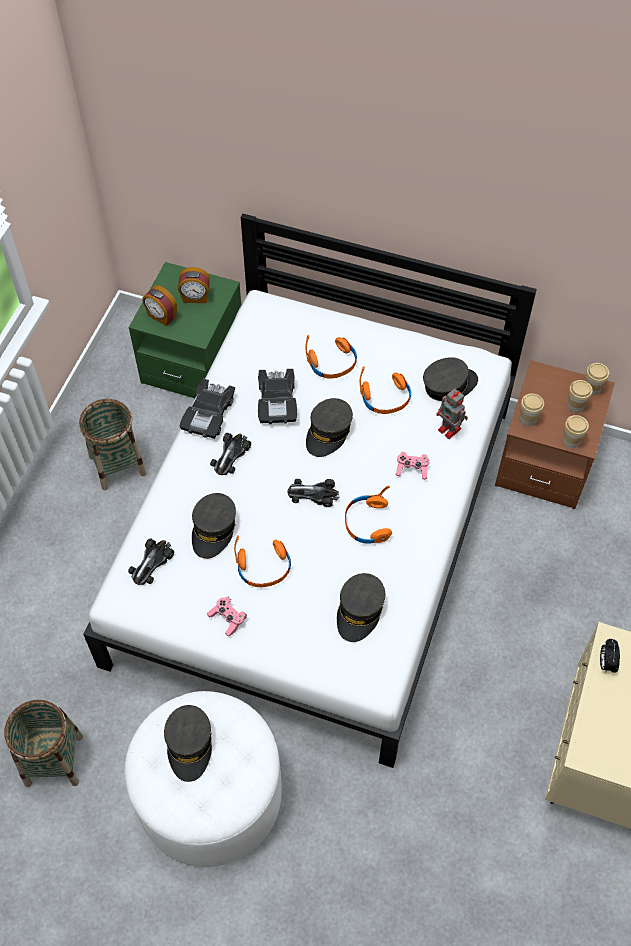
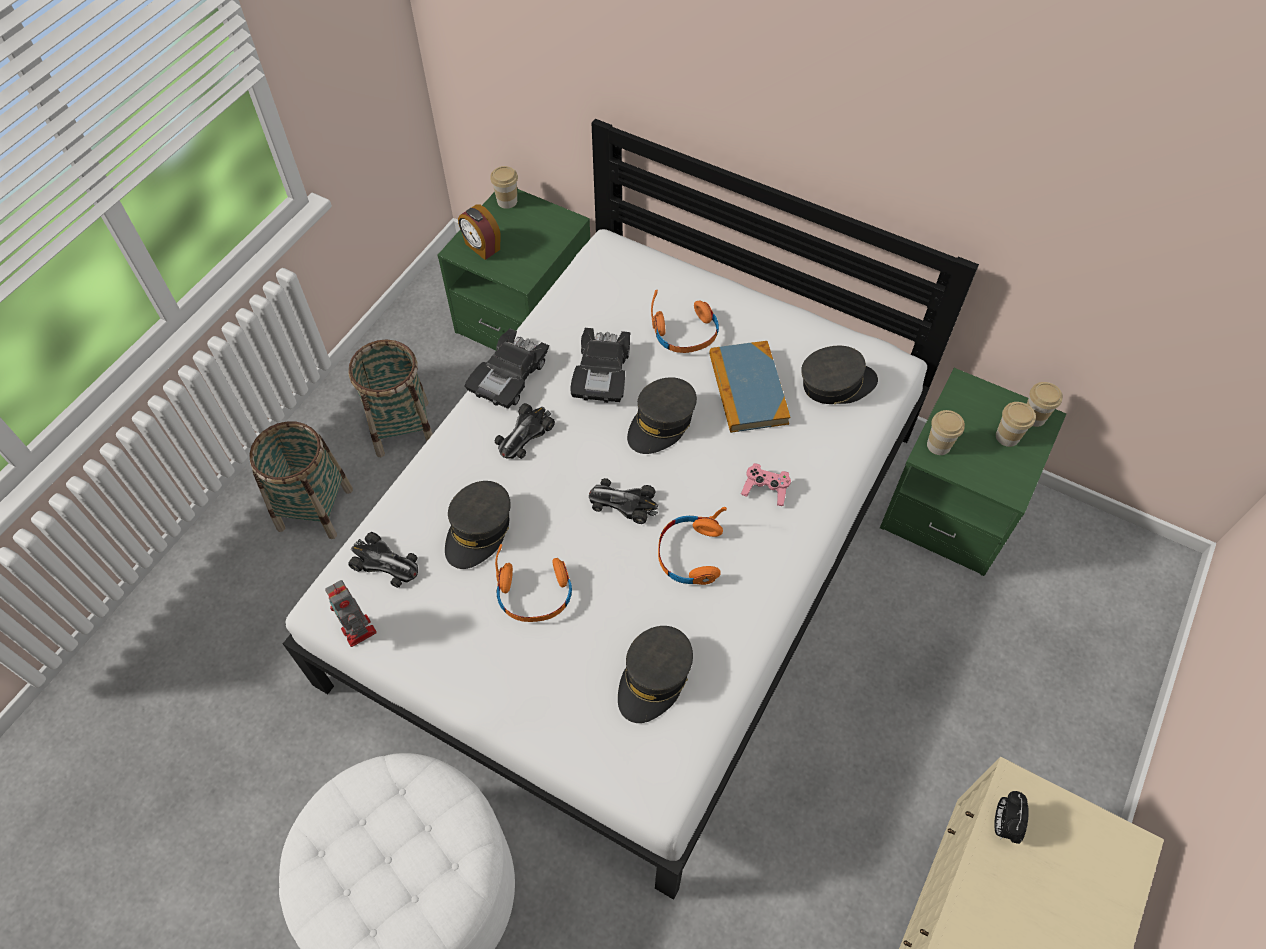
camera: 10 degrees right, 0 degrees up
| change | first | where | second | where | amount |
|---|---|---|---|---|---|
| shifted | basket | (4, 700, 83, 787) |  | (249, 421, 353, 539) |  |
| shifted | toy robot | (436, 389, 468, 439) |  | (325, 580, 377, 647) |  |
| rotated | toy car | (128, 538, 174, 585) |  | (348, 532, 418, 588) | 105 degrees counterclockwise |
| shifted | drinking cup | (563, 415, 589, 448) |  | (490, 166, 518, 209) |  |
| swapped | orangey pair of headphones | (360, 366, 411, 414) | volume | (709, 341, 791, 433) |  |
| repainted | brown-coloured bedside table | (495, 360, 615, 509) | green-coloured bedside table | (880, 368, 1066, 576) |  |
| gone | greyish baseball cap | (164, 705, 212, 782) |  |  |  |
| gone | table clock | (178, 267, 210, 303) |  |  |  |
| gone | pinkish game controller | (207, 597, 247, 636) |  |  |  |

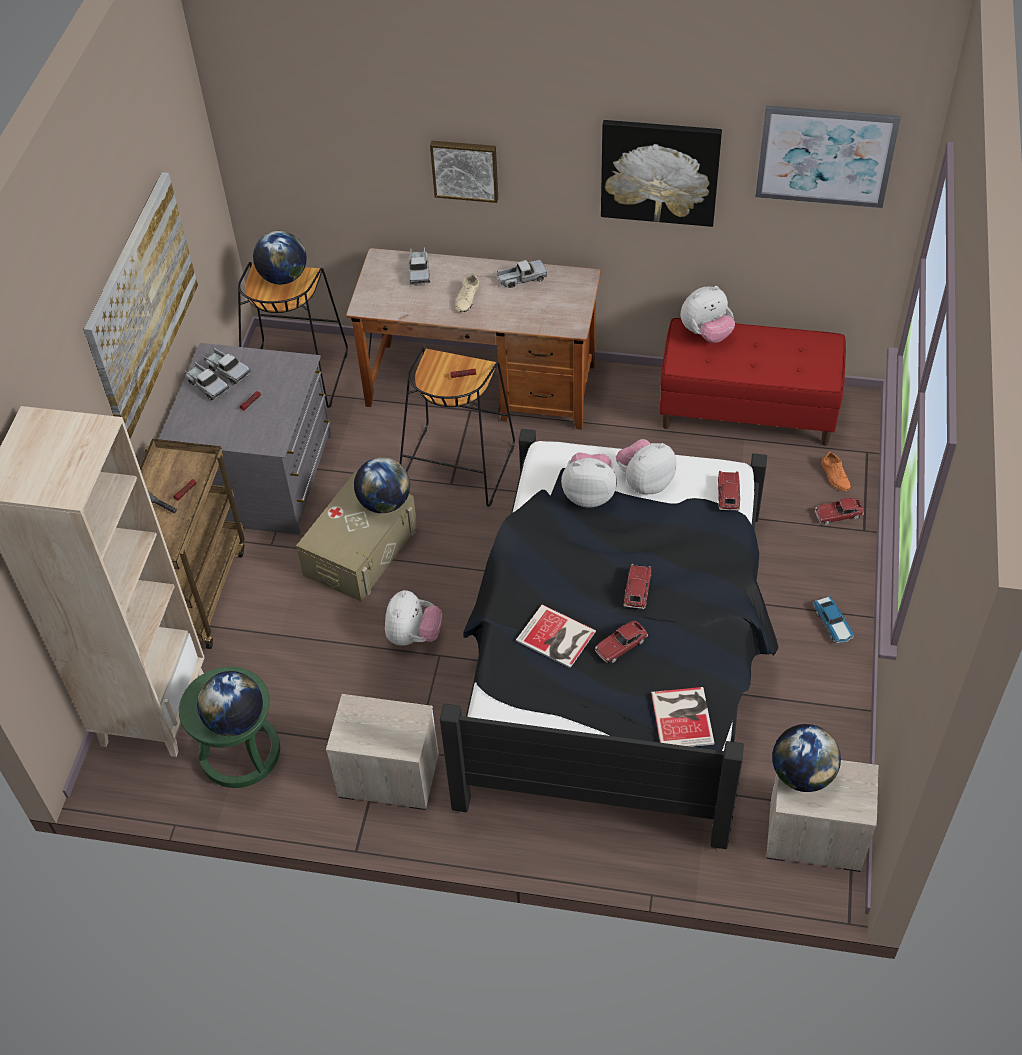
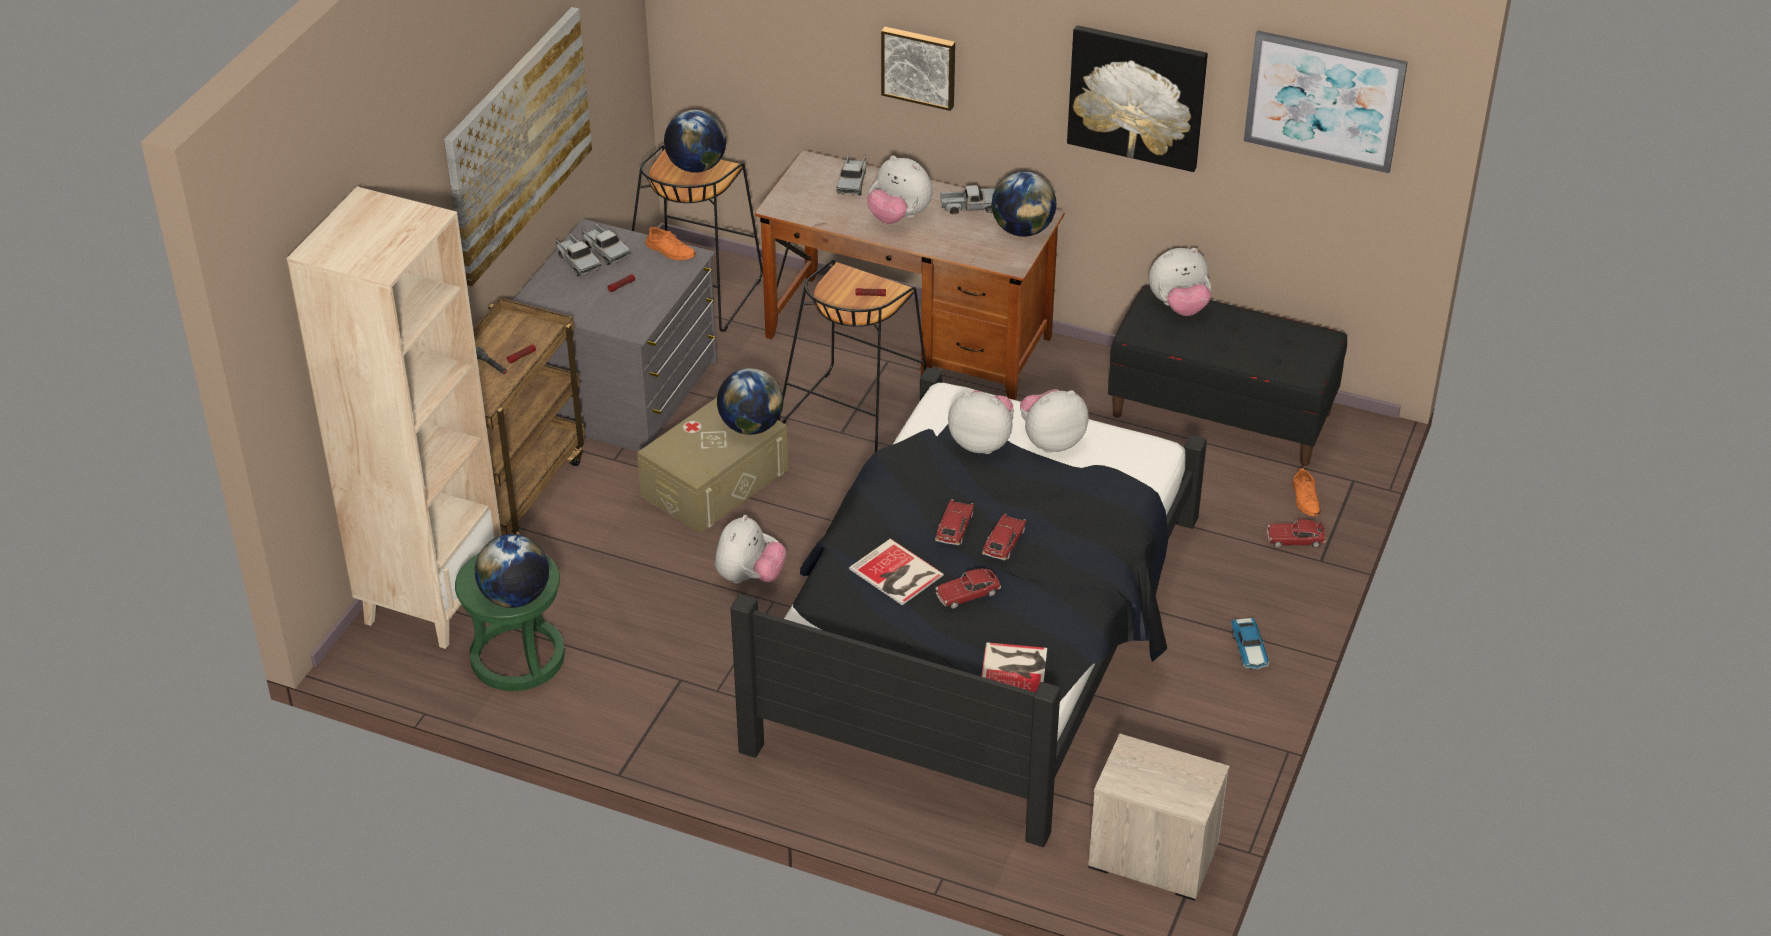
camera: 10 degrees right, 10 degrees down
| change | first | where | second | where | amount |
|---|---|---|---|---|---|
| new |  |  | orangey shoe | (646, 226, 696, 260) |  |
| swapped | beige shoe | (456, 273, 479, 313) | soft toy | (867, 156, 933, 224) |  |
| shifted | toy car | (718, 471, 740, 511) |  | (935, 499, 974, 545) |  |
| shifted | desk globe | (772, 724, 841, 792) |  | (992, 171, 1056, 237) |  |
| repainted | red-coloured indoor bench | (660, 318, 846, 446) | black-coloured indoor bench | (1108, 285, 1347, 466) |  |
| gone | bedside table | (326, 694, 439, 810) |  |  |  |

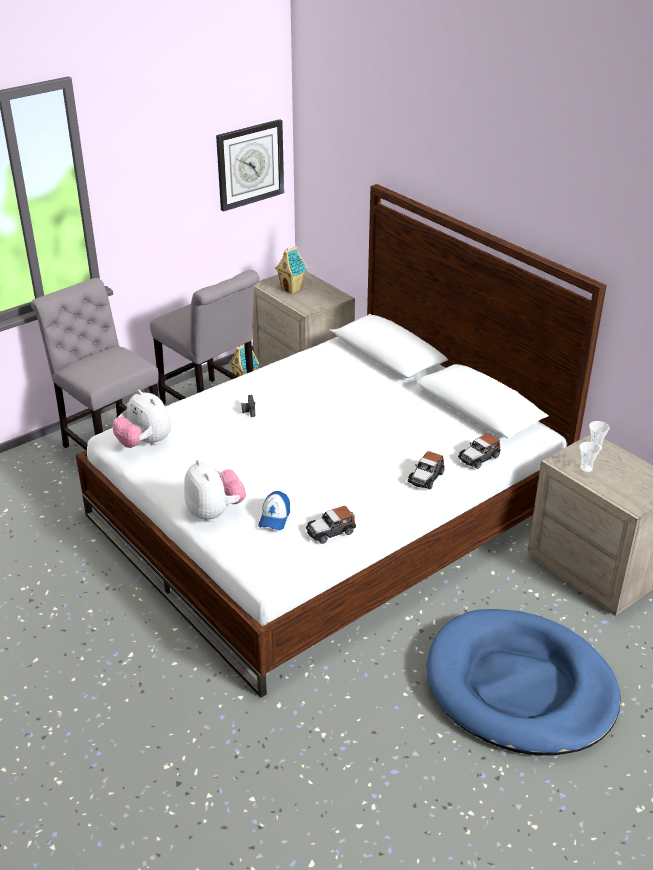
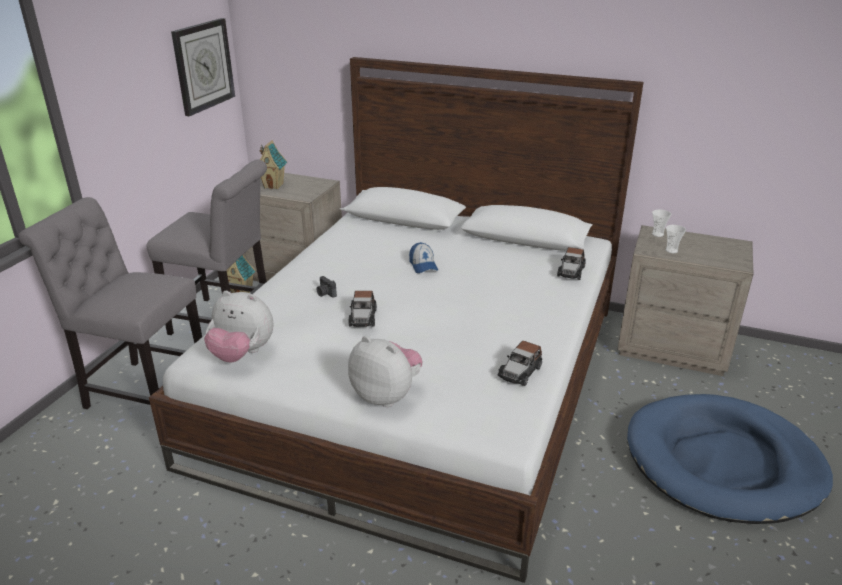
camera: 30 degrees left, 5 degrees down
| change | first | where | second | where | amount |
|---|---|---|---|---|---|
| shifted | toy car | (408, 451, 444, 489) |  | (348, 291, 377, 327) |  |
| shifted | baseball cap | (258, 491, 290, 530) |  | (409, 242, 438, 273) |  |

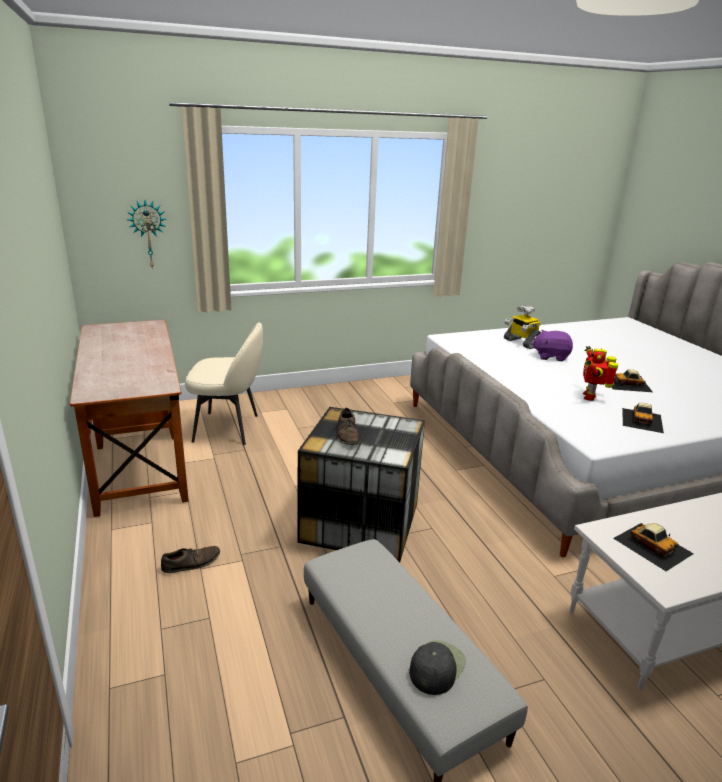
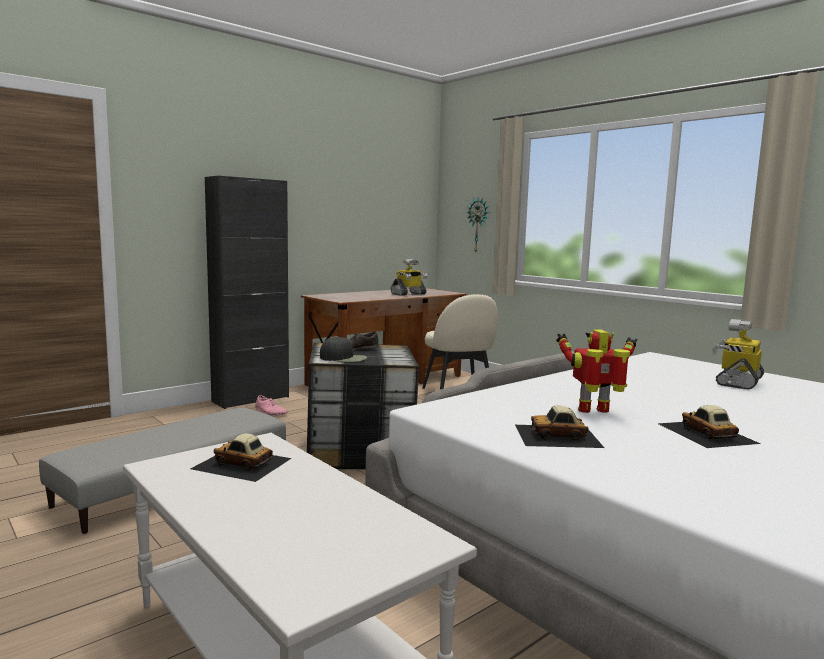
camera: 70 degrees right, 15 degrees down
| change | first | where | second | where | amount |
|---|---|---|---|---|---|
| rotated | toy car | (613, 523, 694, 571) |  | (191, 433, 292, 482) | 75 degrees clockwise |
| new |  |  | black-coloured cupboard | (205, 175, 289, 409) |  |
| repainted | brown-coloured shoe | (161, 546, 220, 573) | pinkish shoe | (255, 395, 288, 416) |  |
| shifted | black-coloured baseball cap | (409, 640, 466, 695) |  | (320, 337, 367, 362) |  |
| new |  |  | toy robot | (391, 259, 428, 296) |  |
| gone | purple-coloured soft toy | (531, 330, 573, 361) |  |  |  |

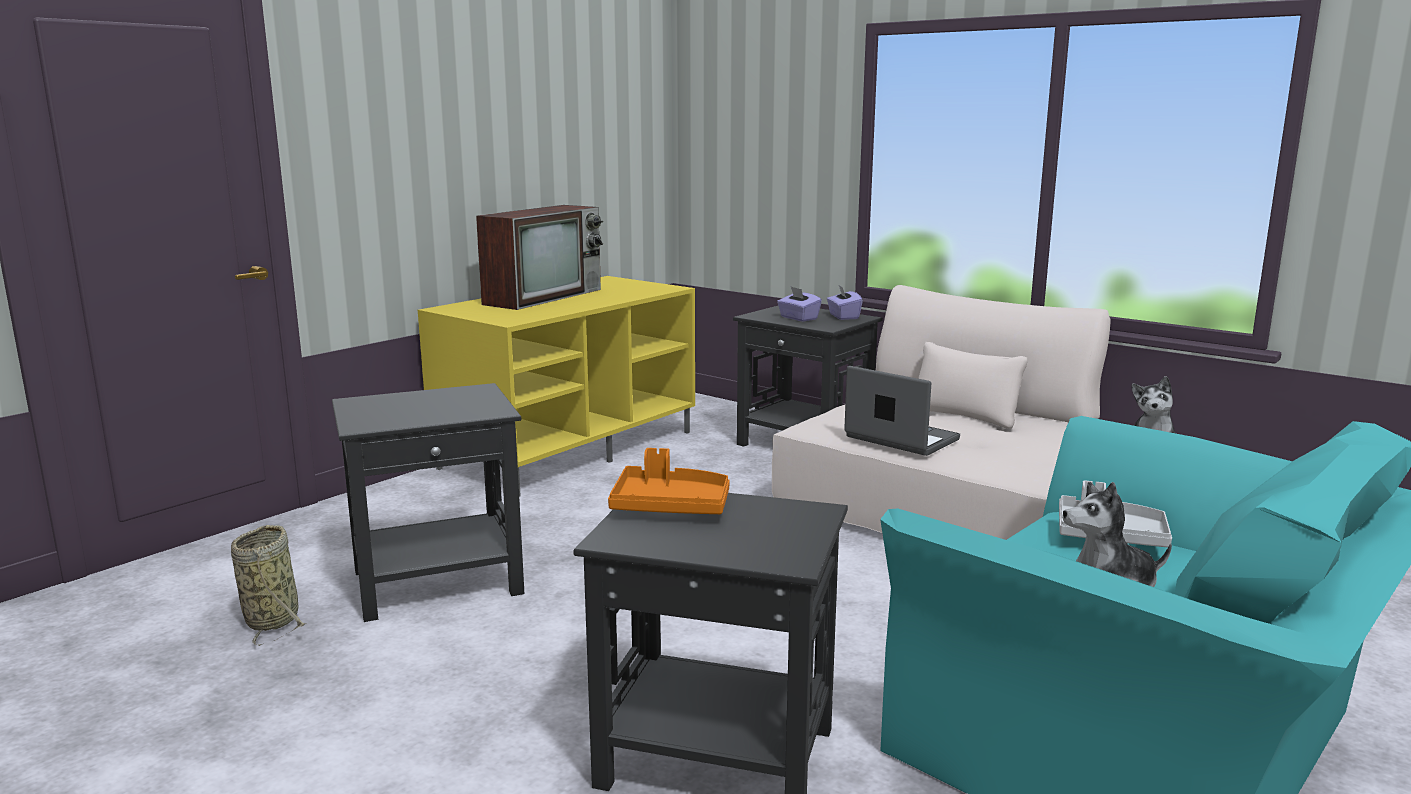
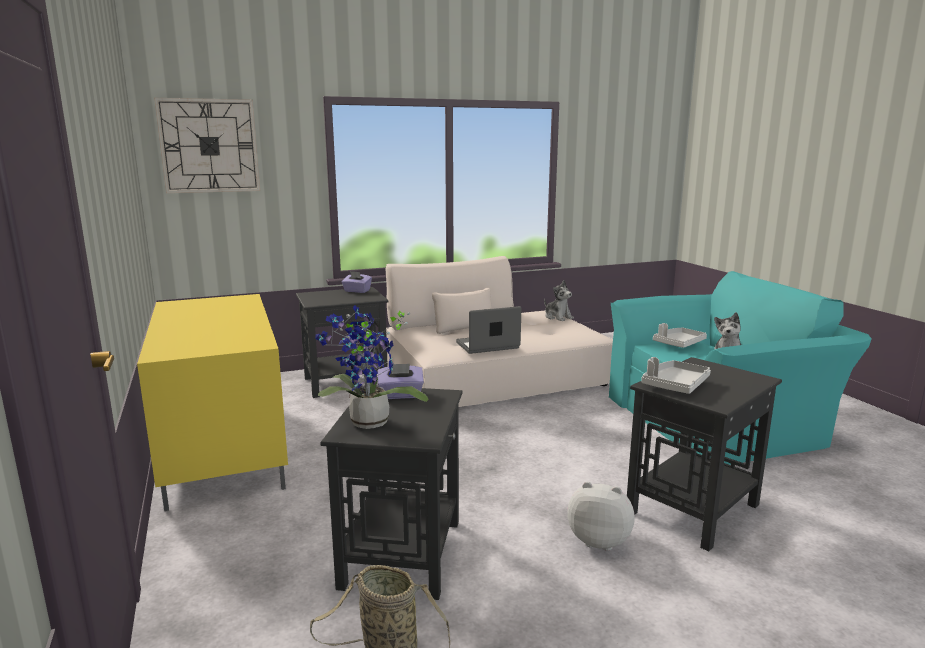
camera: 60 degrees left, 0 degrees up
| change | first | where | second | where | amount |
|---|---|---|---|---|---|
| new |  |  | wall clock | (154, 98, 260, 193) |  |
| new |  |  | potted plant | (315, 305, 429, 429) |  |
| shifted | purple-coloured box of tissues | (777, 287, 822, 321) |  | (377, 364, 424, 399) |  |
| new |  |  | soft toy | (567, 482, 635, 551) |  |
| repainted | orangey serving tray | (608, 448, 730, 514) | greyish serving tray | (641, 357, 711, 394) |  |
| gone | TV set | (476, 205, 603, 310) |  |  |  |

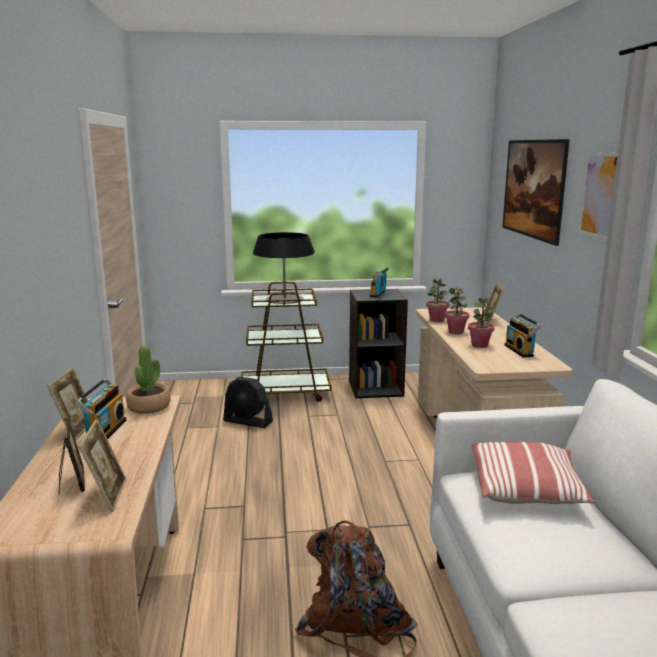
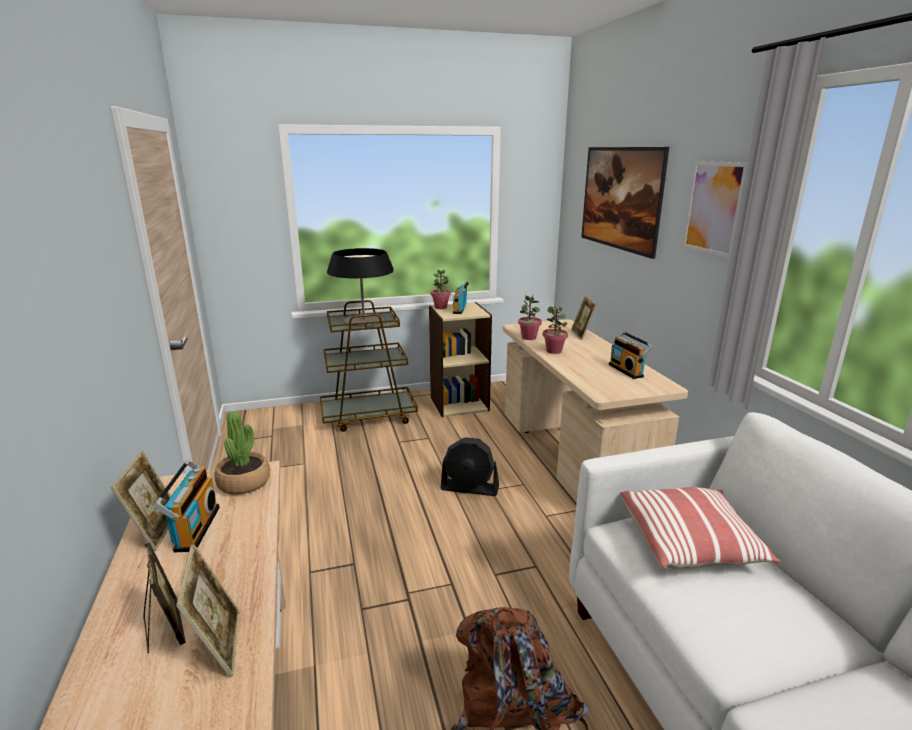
camera: 10 degrees left, 5 degrees up
| change | first | where | second | where | amount |
|---|---|---|---|---|---|
| repainted | black-coloured bookcase | (349, 289, 408, 399) | beige bookcase | (429, 302, 492, 417) |  |
| shifted | potted plant | (468, 298, 495, 348) |  | (431, 270, 451, 309) |  |
| shifted | black-coloured electric fan | (223, 376, 273, 428) |  | (440, 437, 499, 496) |  |

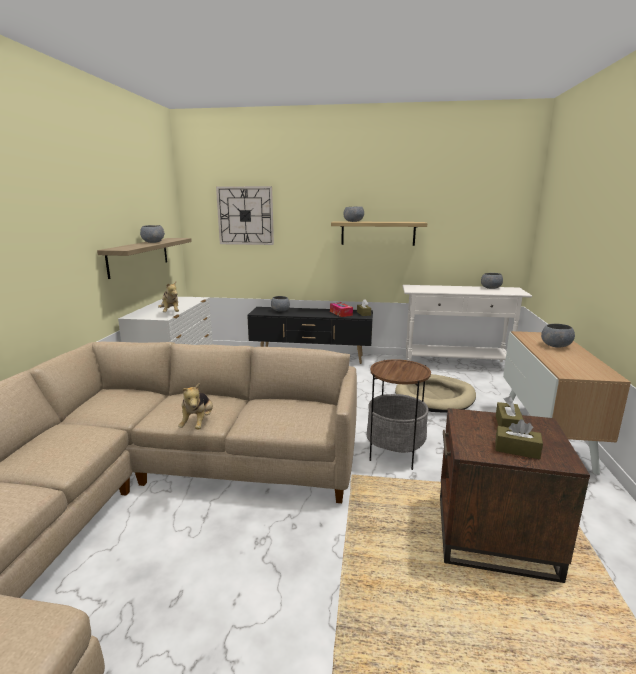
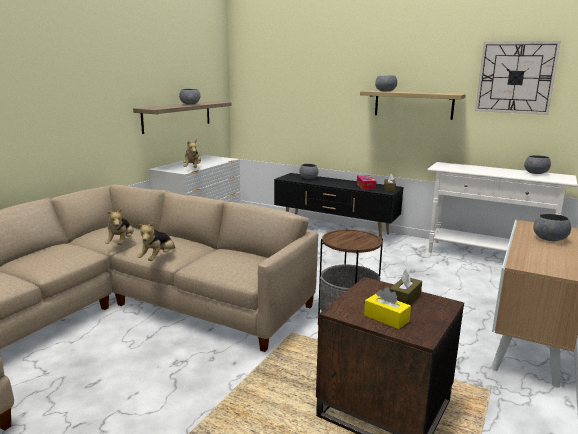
camera: 20 degrees right, 0 degrees up
| change | first | where | second | where | amount |
|---|---|---|---|---|---|
| new |  |  | soft toy | (105, 208, 133, 245) |  |
| repainted | brown-coloured box of tissues | (495, 419, 543, 459) | yellow box of tissues | (364, 288, 411, 329) |  |
| shifted | wall clock | (216, 186, 274, 245) |  | (475, 41, 561, 115) |  |
| gone | beige dog bed | (395, 374, 476, 413) |  |  |  |

